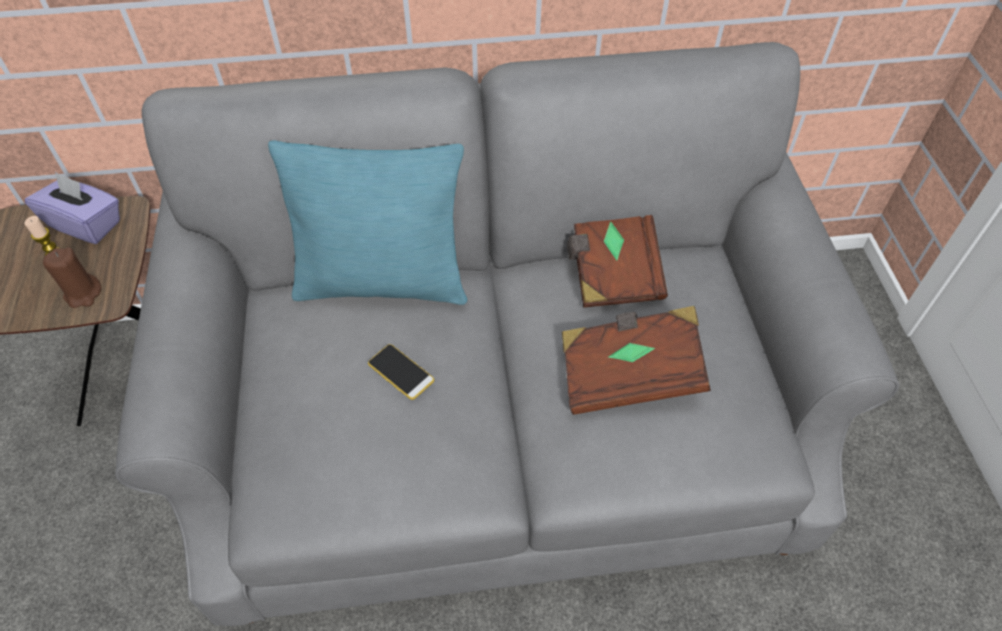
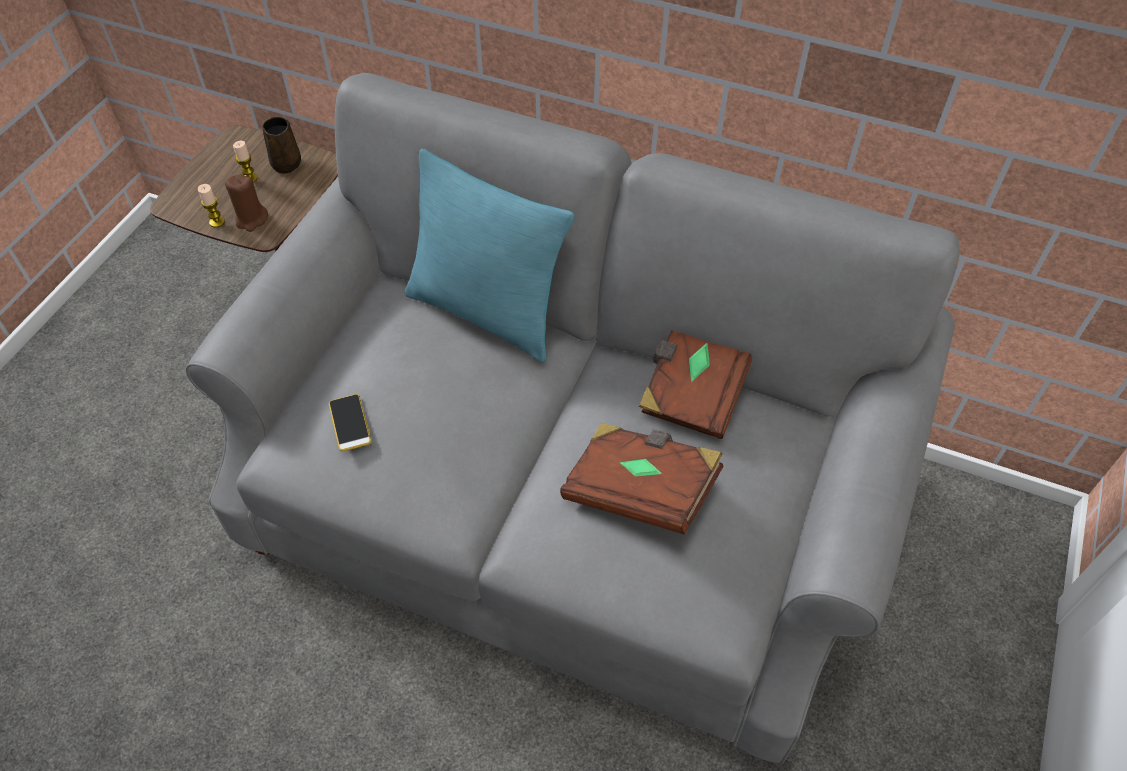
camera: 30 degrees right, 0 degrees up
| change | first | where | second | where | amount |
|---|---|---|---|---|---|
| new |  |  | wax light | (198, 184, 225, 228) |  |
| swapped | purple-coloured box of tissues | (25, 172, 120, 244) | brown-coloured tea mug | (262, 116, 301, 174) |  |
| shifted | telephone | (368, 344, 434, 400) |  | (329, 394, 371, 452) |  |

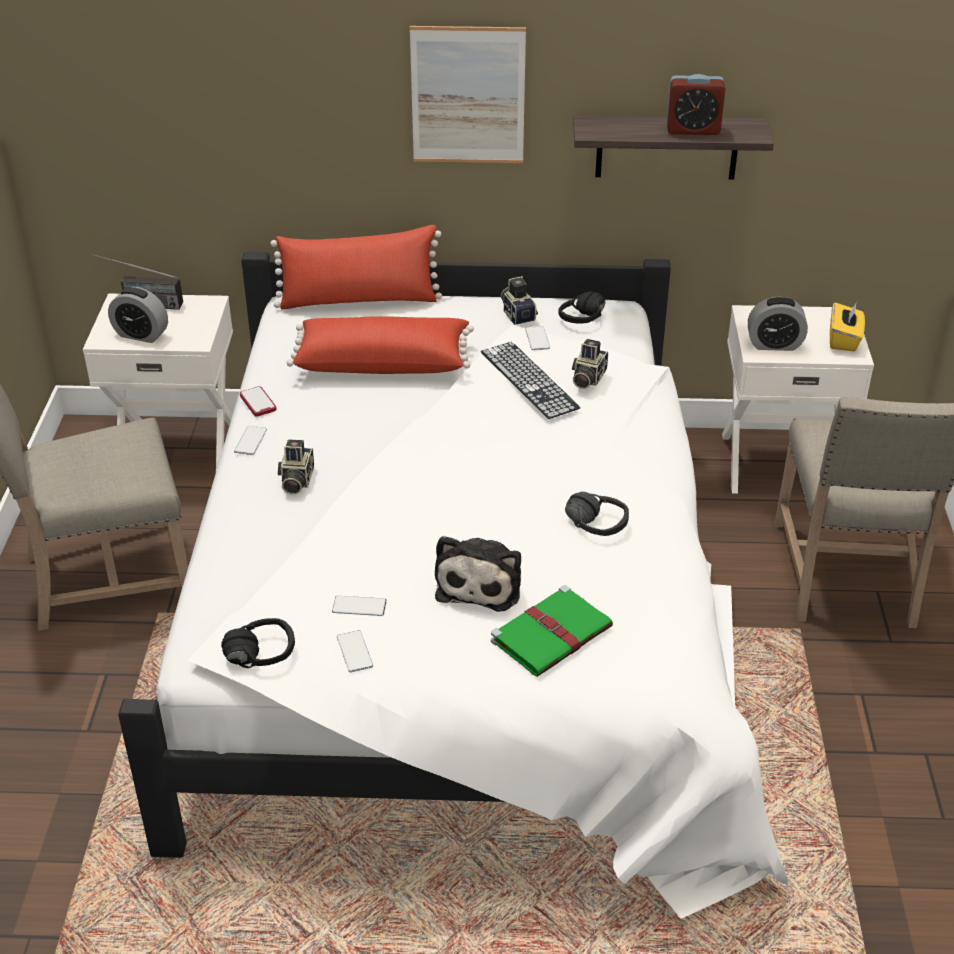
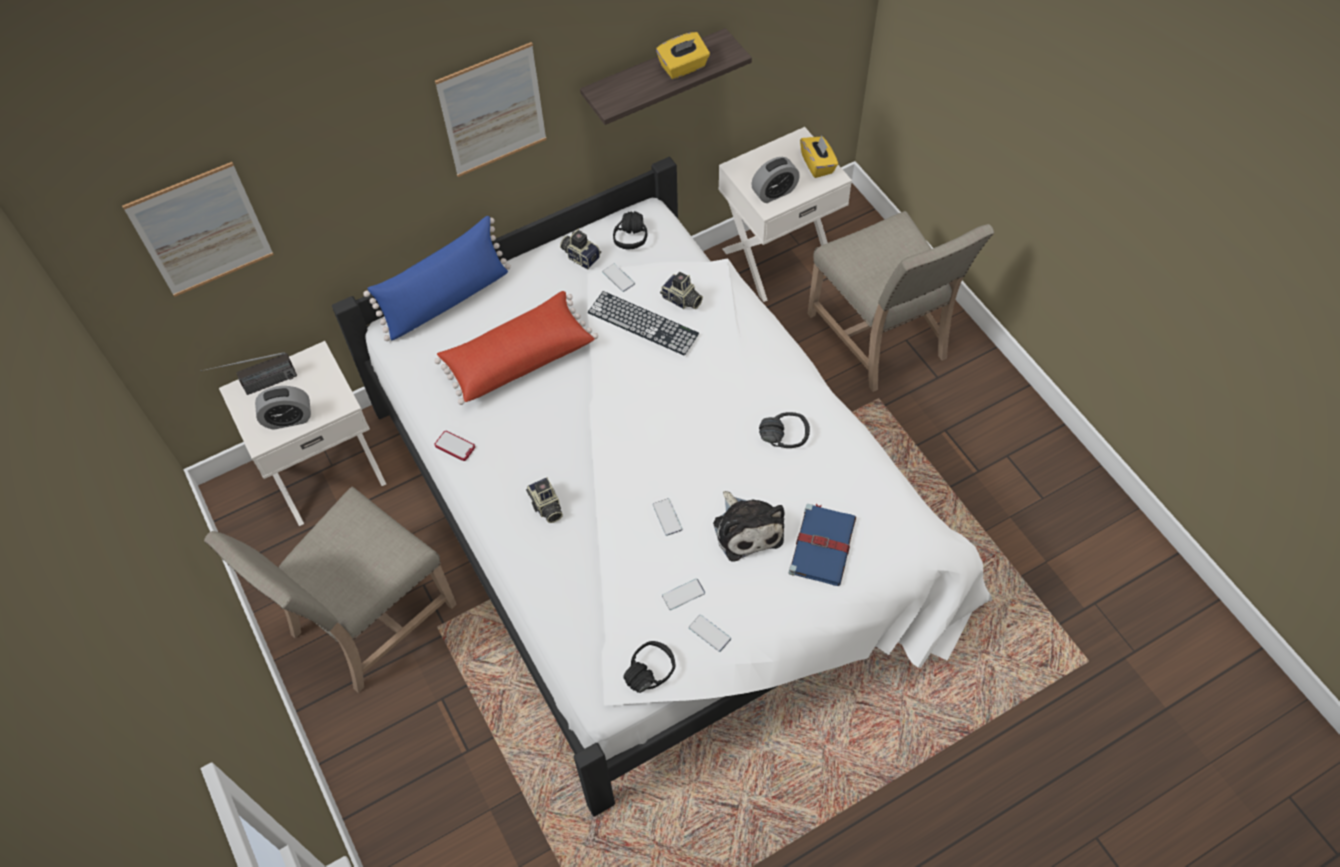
camera: 30 degrees left, 20 degrees up
| change | first | where | second | where | amount |
|---|---|---|---|---|---|
| new |  |  | wall art | (122, 162, 274, 297) |  |
| repainted | red-coloured cushion | (270, 225, 442, 309) | blue cushion | (363, 216, 511, 341) |  |
| shifted | telephone | (234, 426, 267, 455) |  | (653, 498, 682, 536) |  |
| swapped | table clock | (667, 74, 725, 135) | yellow box of tissues | (656, 32, 710, 79) |  |
| rotated | photo camera | (572, 339, 608, 389) |  | (660, 272, 703, 309) | 45 degrees counterclockwise |
| repainted | green-coloured volume | (491, 585, 613, 677) | blue volume | (788, 504, 856, 586) |  |

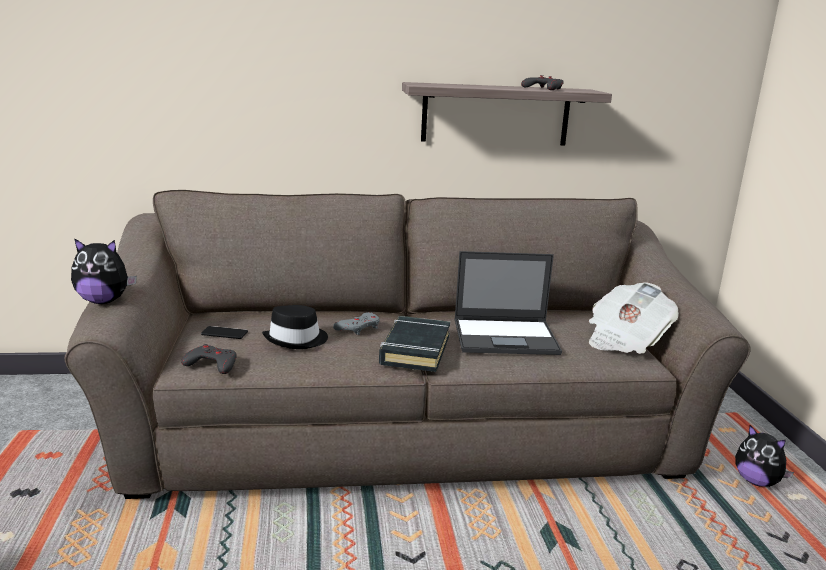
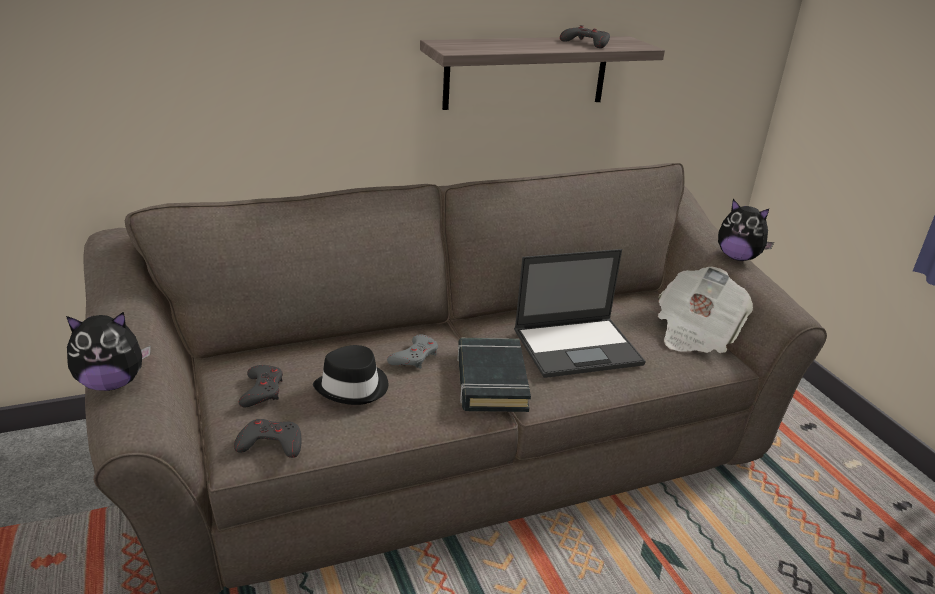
camera: 15 degrees left, 10 degrees up
| change | first | where | second | where | amount |
|---|---|---|---|---|---|
| swapped | telephone | (201, 326, 248, 339) | greyish game controller | (238, 365, 283, 407) |  |
| shifted | soft toy | (735, 425, 794, 487) |  | (718, 199, 774, 261) |  |

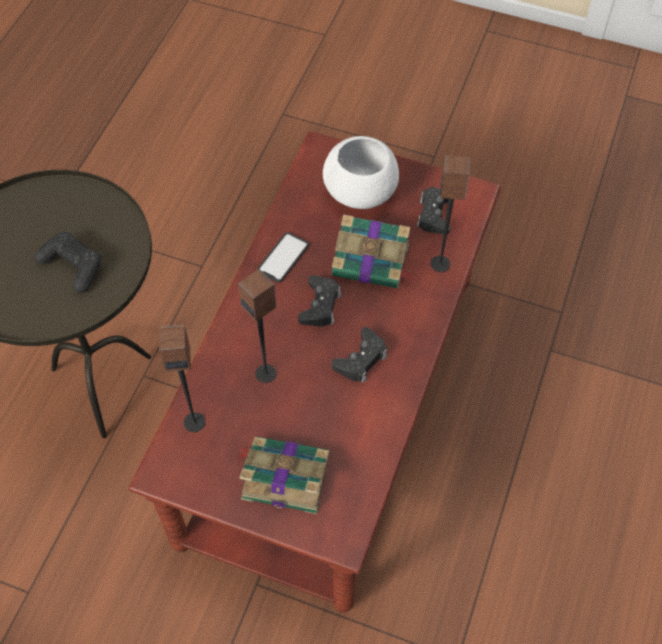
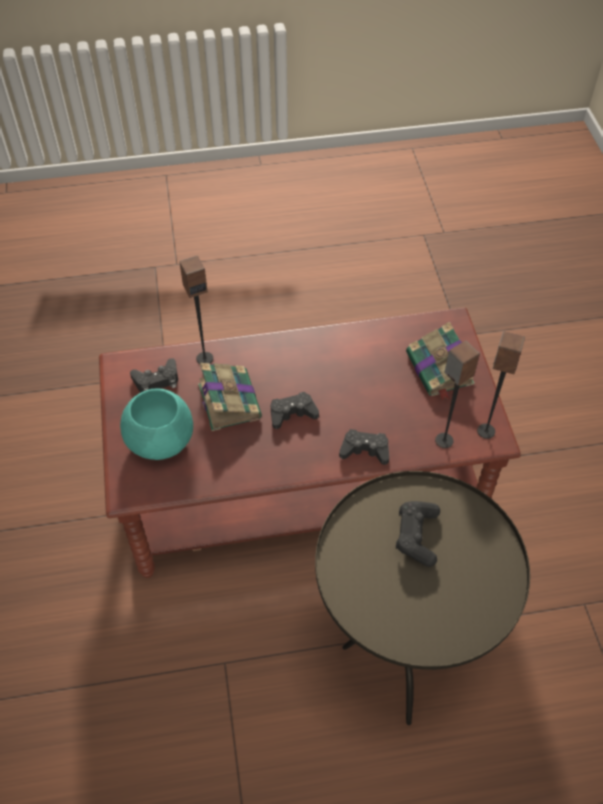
camera: 120 degrees left, 5 degrees down
| change | first | where | second | where | amount |
|---|---|---|---|---|---|
| repainted | whitish serving bowl | (323, 136, 399, 209) | turquoise serving bowl | (120, 388, 193, 460) |  |
| shifted | black-coloured game controller | (332, 327, 387, 383) |  | (339, 429, 389, 465) |  |
| shifted | speaker | (238, 269, 277, 383) |  | (477, 331, 525, 439) |  |
| gone | telephone | (257, 232, 309, 283) |  |  |  |

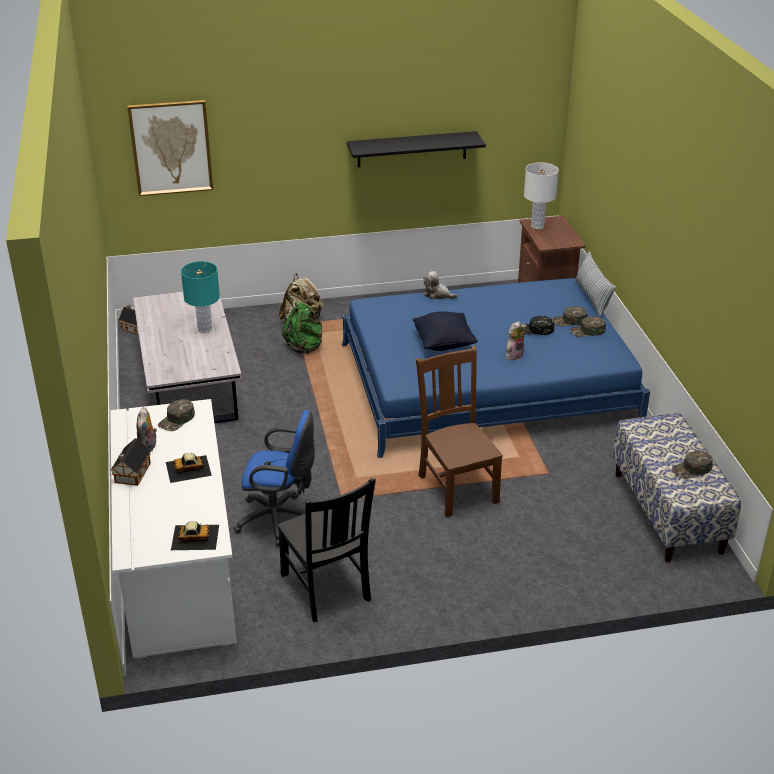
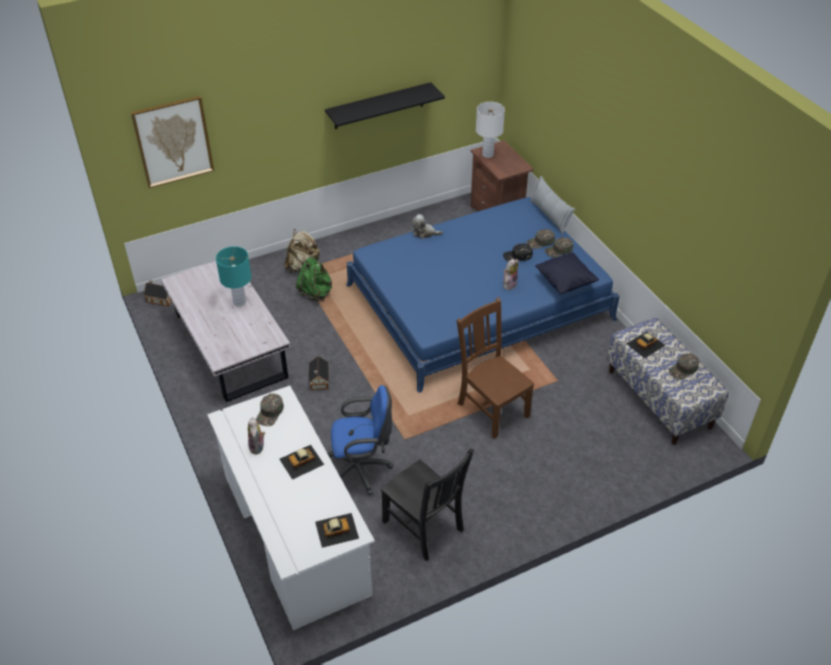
camera: 15 degrees left, 10 degrees up
| change | first | where | second | where | amount |
|---|---|---|---|---|---|
| shifted | model house | (110, 438, 151, 486) |  | (309, 356, 329, 390) |  |
| shifted | black-coloured cushion | (413, 312, 478, 351) |  | (535, 252, 599, 294) |  |
| new |  |  | toy car | (627, 332, 666, 358) |  |

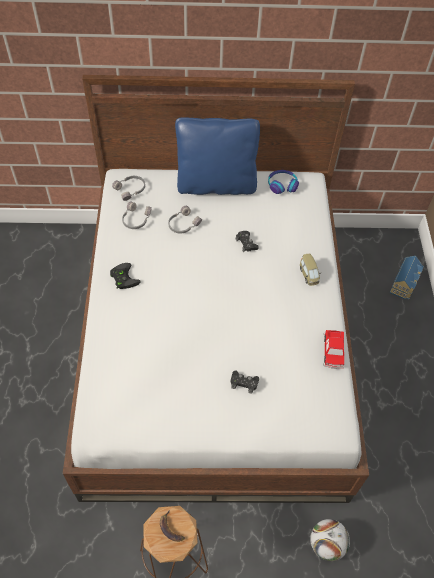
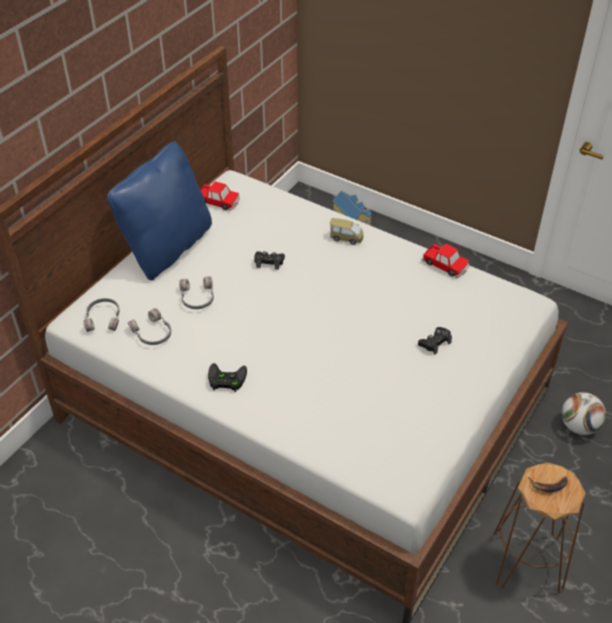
camera: 55 degrees left, 10 degrees down
| change | first | where | second | where | amount |
|---|---|---|---|---|---|
| swapped | pair of headphones | (268, 170, 299, 194) | toy car | (200, 182, 240, 211) |  |

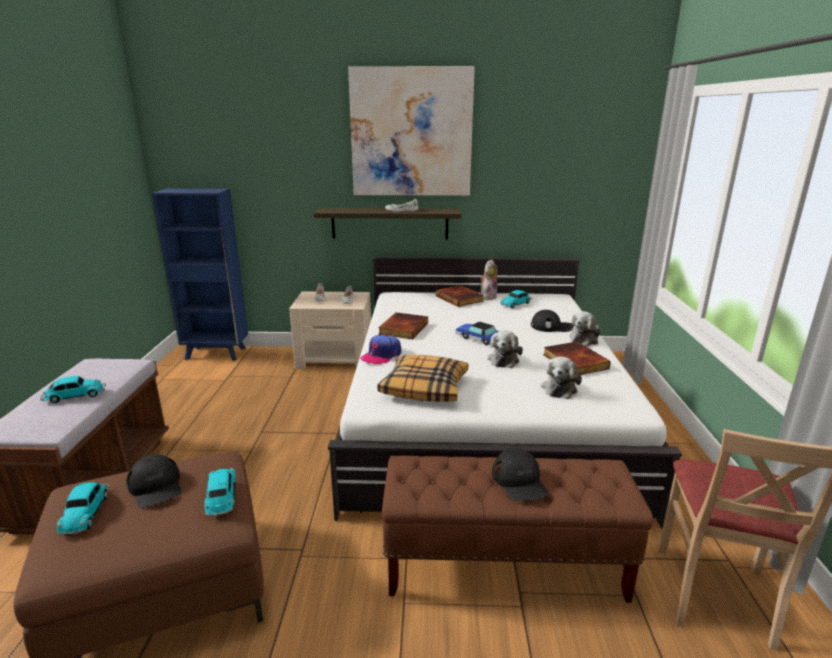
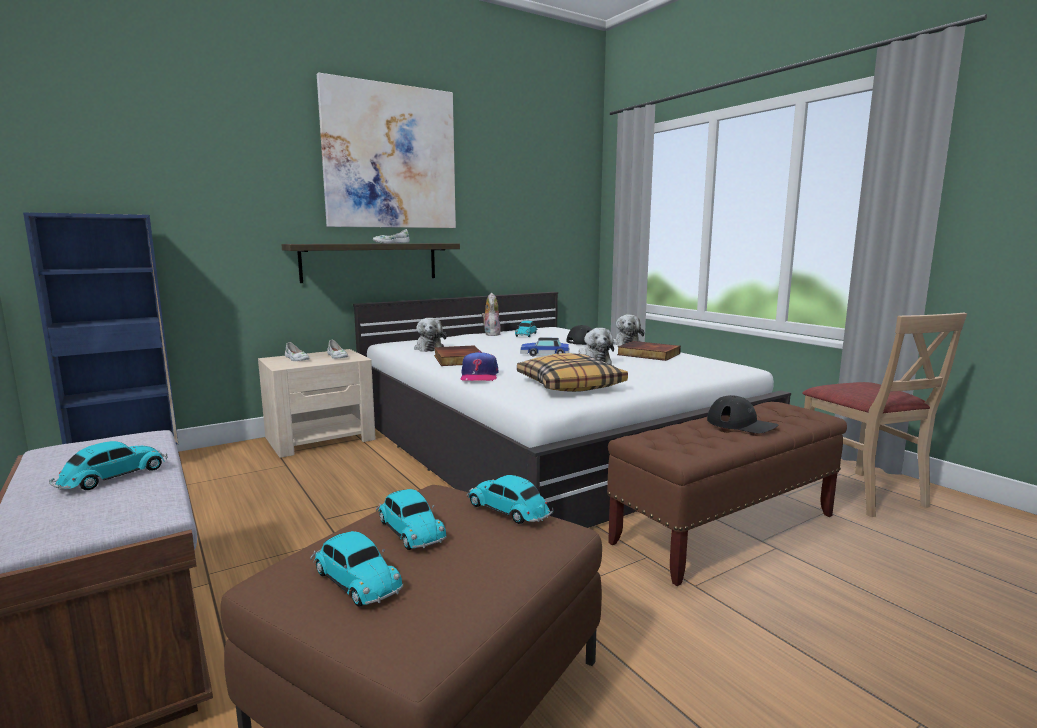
camera: 35 degrees left, 10 degrees down
| change | first | where | second | where | amount |
|---|---|---|---|---|---|
| swapped | black-coloured baseball cap | (127, 454, 182, 508) | toy car | (376, 489, 447, 550) |  |
| shifted | soft toy | (541, 356, 582, 399) |  | (414, 318, 446, 352) |  |
| gone | volume | (436, 285, 484, 307) |  |  |  |

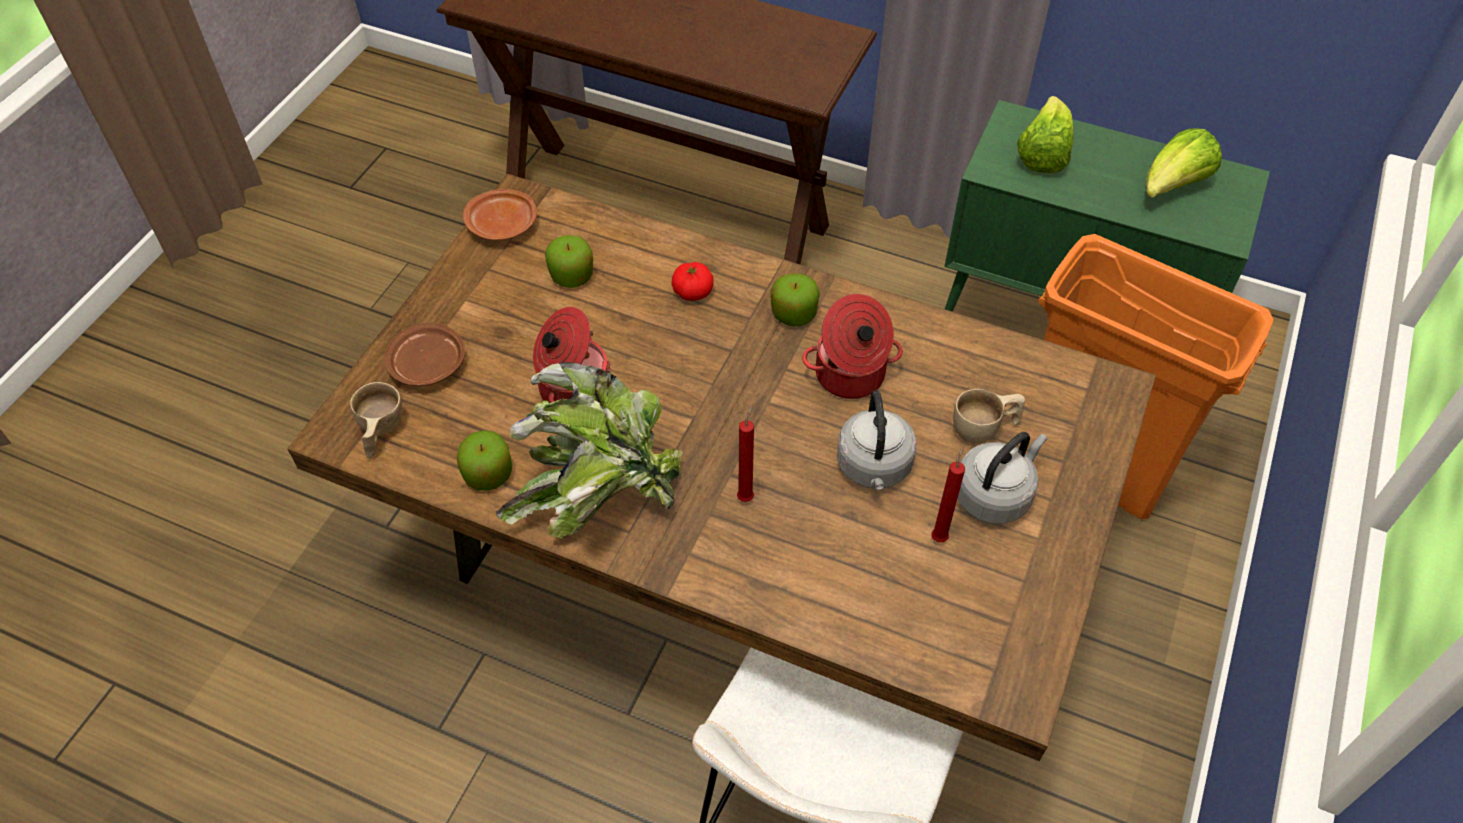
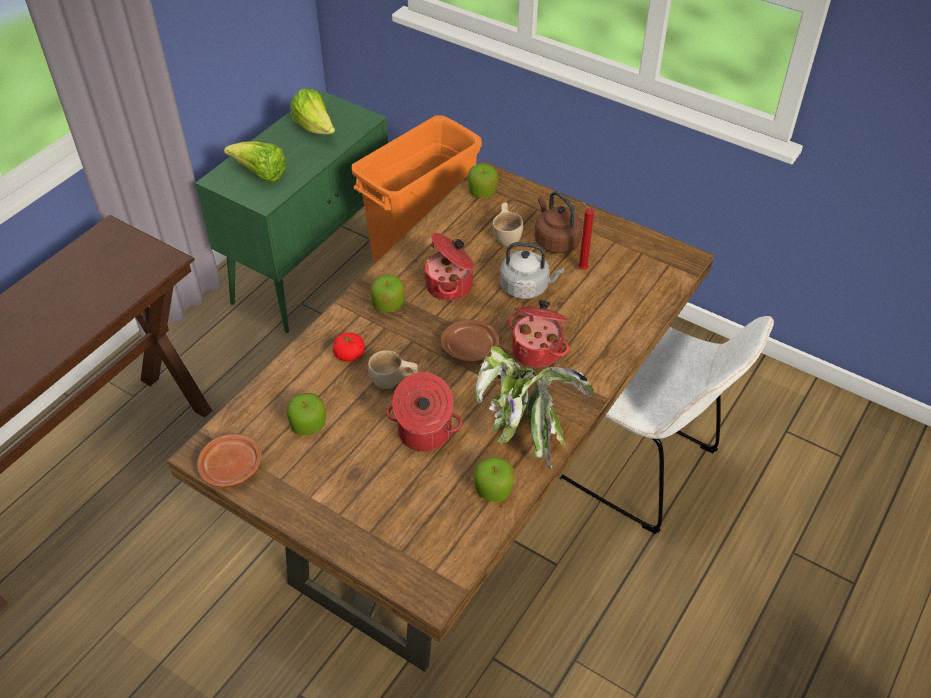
camera: 80 degrees left, 5 degrees down
| change | first | where | second | where | amount |
|---|---|---|---|---|---|
| shifted | beige drinking cup | (350, 382, 402, 458) |  | (368, 350, 418, 389) |  |
| shifted | brown-coloured plate | (384, 323, 465, 386) |  | (441, 320, 499, 362) |  |
| new |  |  | apple | (468, 163, 498, 198) |  |
| swapped | red-coloured wax light | (737, 405, 754, 502) | saucepot | (508, 300, 569, 368) |  |
| repainted | greyish tea kettle | (957, 432, 1047, 524) | brown-coloured tea kettle | (535, 191, 583, 253) |  |

